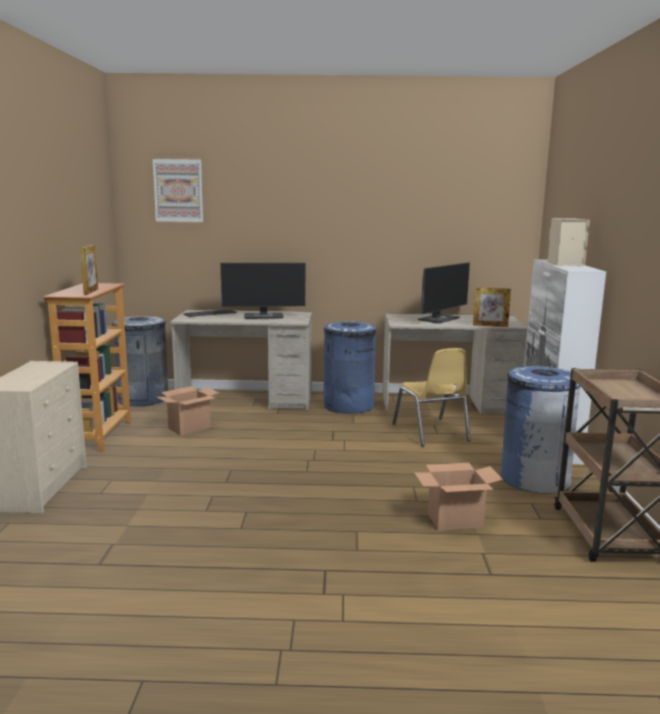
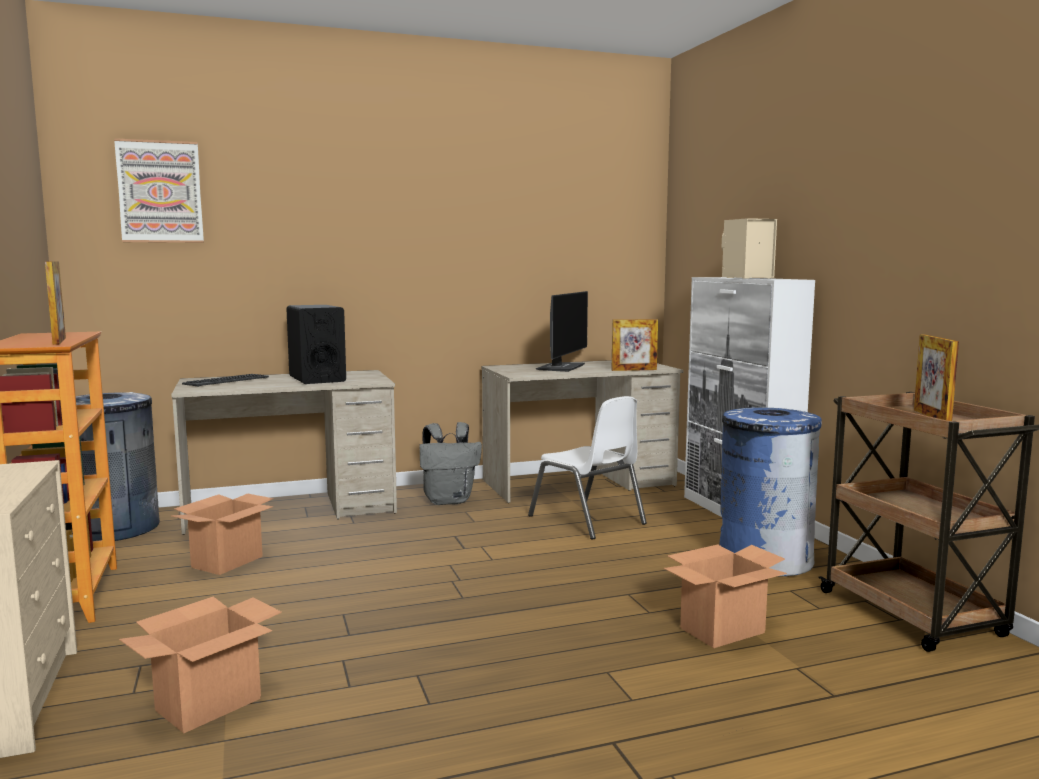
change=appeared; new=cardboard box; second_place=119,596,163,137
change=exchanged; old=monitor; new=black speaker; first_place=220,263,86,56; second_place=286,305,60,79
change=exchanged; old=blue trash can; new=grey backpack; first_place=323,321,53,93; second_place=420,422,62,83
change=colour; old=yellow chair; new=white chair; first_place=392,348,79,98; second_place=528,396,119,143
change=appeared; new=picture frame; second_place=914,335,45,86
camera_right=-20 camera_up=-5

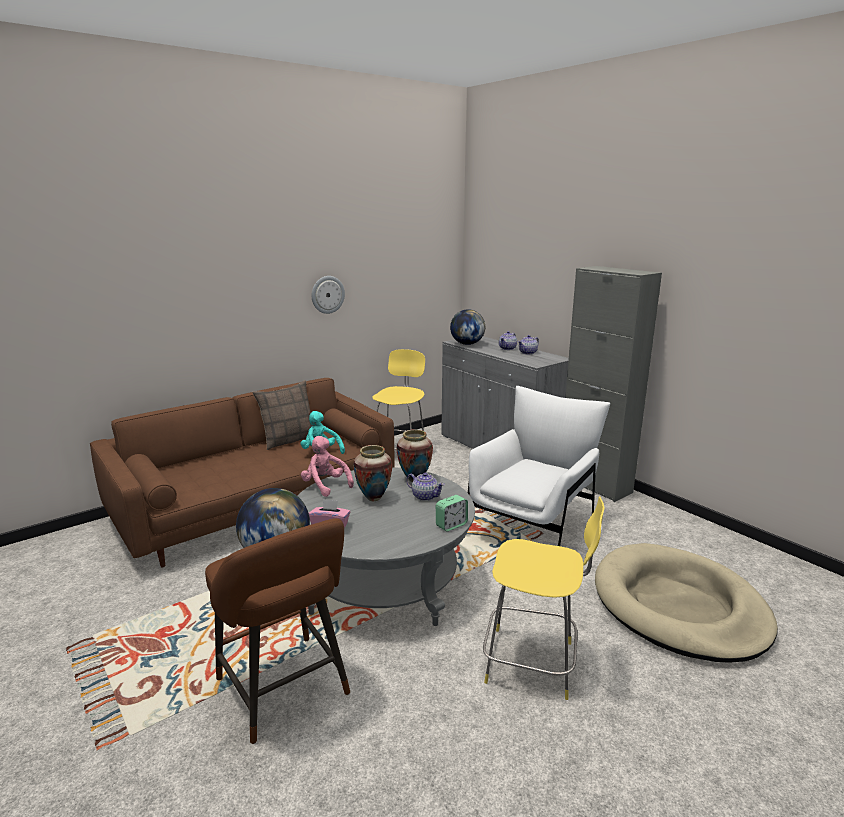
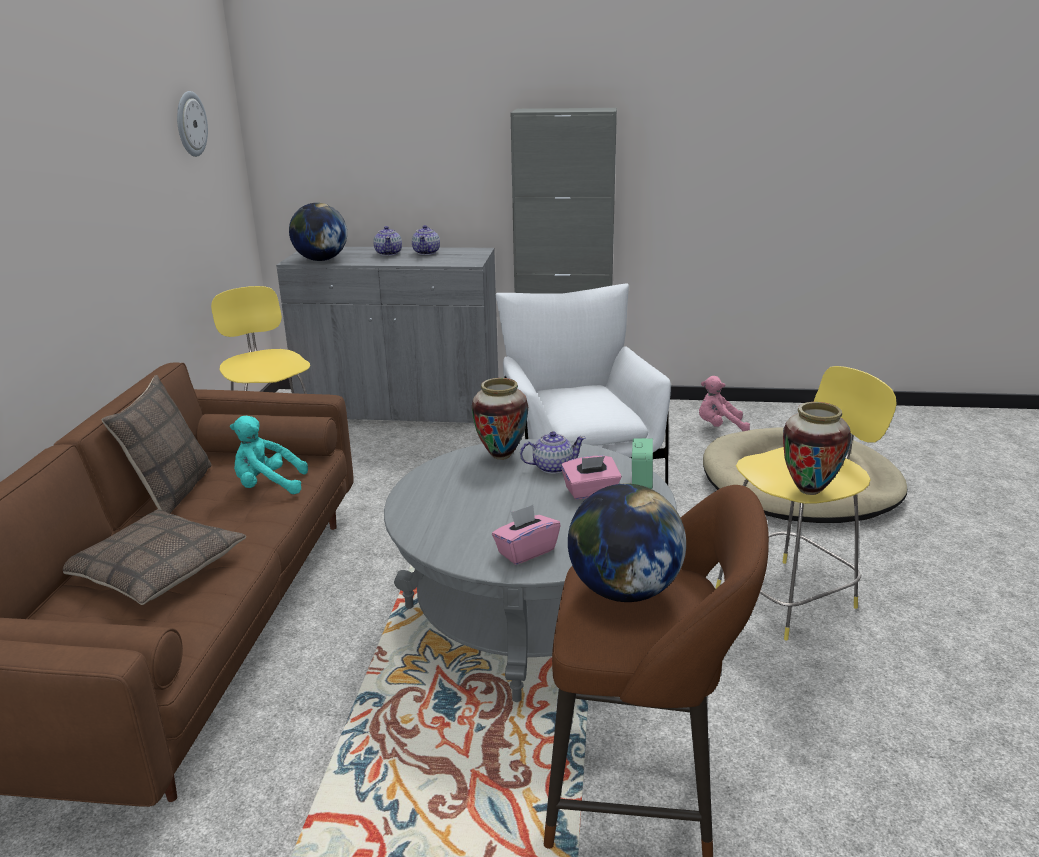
change=appeared; new=pillow; second_place=63,509,183,96
change=relocated; old=wall clock; first_place=312,276,33,38; second_place=177,91,31,66
change=appeared; new=pink tissue box; second_place=561,456,61,44
change=relocated; old=pink plush toy; first_place=301,436,53,61; second_place=699,376,51,55
change=relocated; old=vase; first_place=353,445,39,56; second_place=783,402,68,93
camera_right=-45 camera_up=5

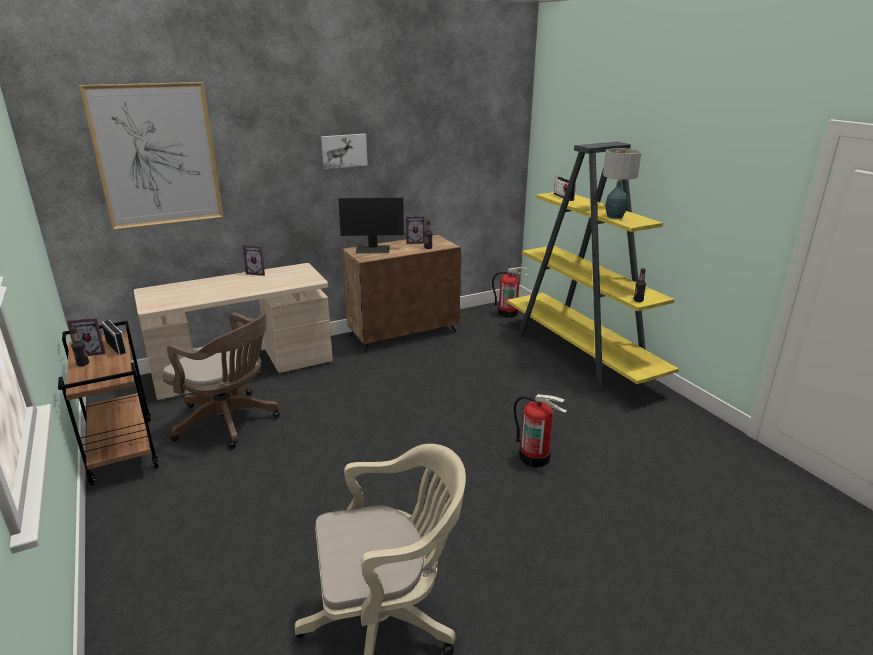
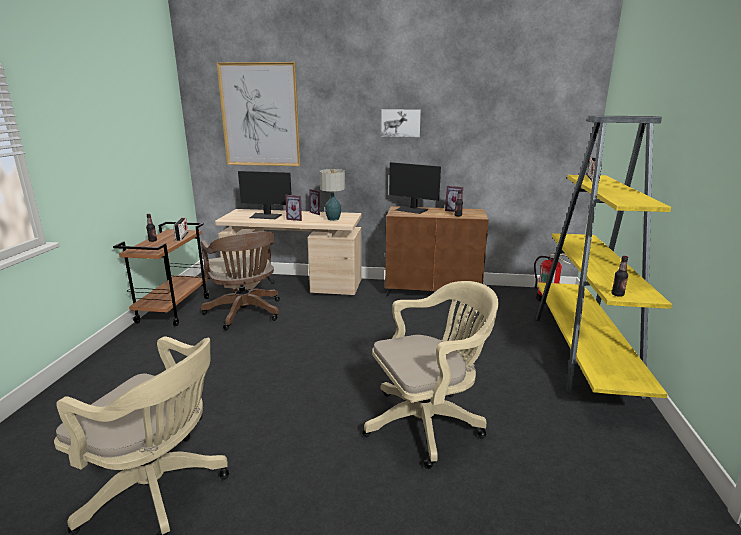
change=appeared; new=monitor; second_place=238,171,54,48
change=relocated; old=picture frame; first_place=67,318,39,38; second_place=285,195,17,26
change=relocated; old=table lamp; first_place=603,148,38,71; second_place=319,169,26,52
change=exchanged; old=fire extinguisher; new=beige office chair; first_place=514,394,53,73; second_place=362,281,136,188
camera_right=35 camera_up=-5

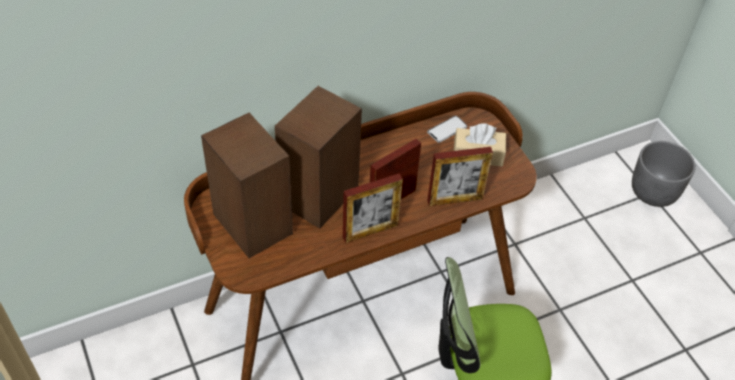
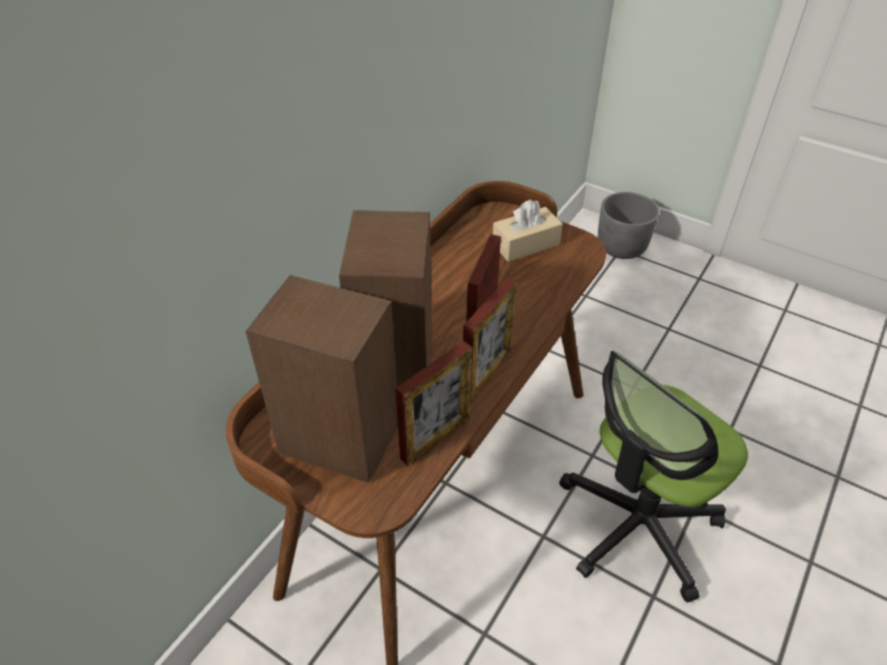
change=relocated; old=picture frame; first_place=427,147,66,59; second_place=395,341,78,125
change=missing; old=phone; first_place=427,116,41,27
camera_right=-30 camera_up=-5

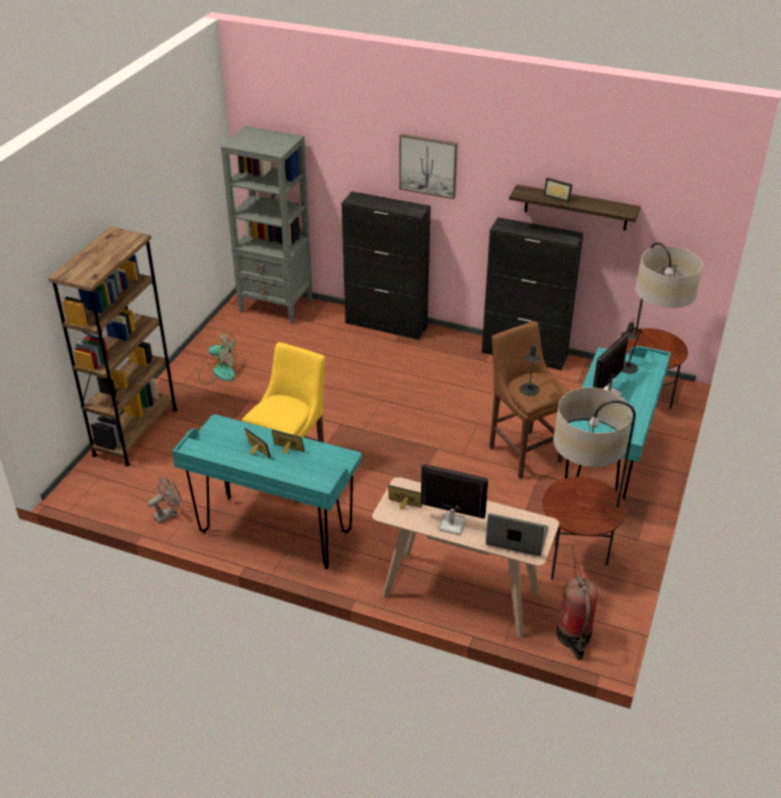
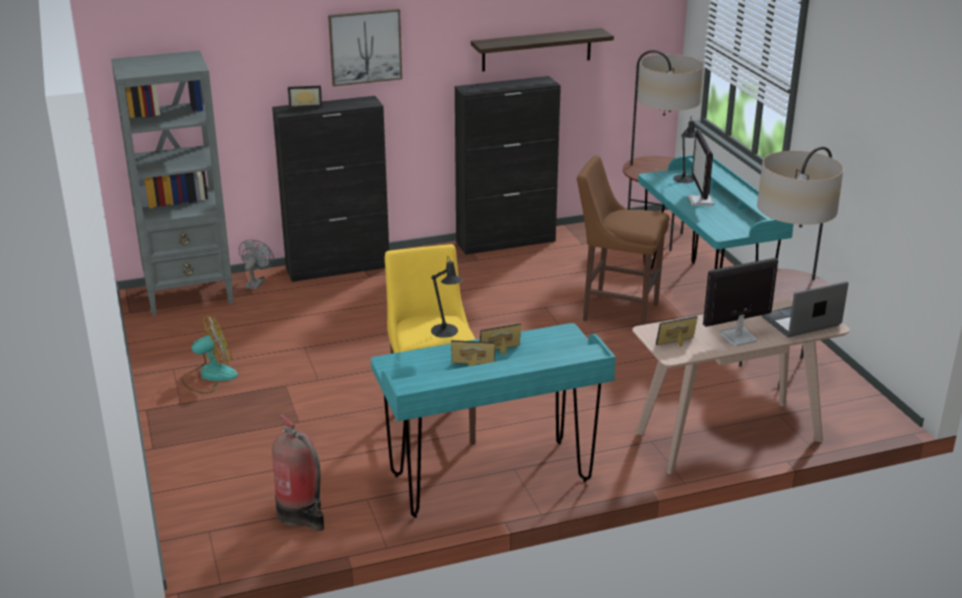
change=relocated; old=grey fan; first_place=148,477,33,46; second_place=239,239,35,50
change=relocated; old=fire extinguisher; first_place=556,565,42,95; second_place=272,414,52,117
change=relocated; old=picture frame; first_place=543,178,29,25; second_place=288,85,34,24
change=relocated; old=black table lamp; first_place=519,344,21,52; second_place=431,256,32,82
change=missing; old=brown bookcase; first_place=48,227,130,240
camera_right=-40 camera_up=-10

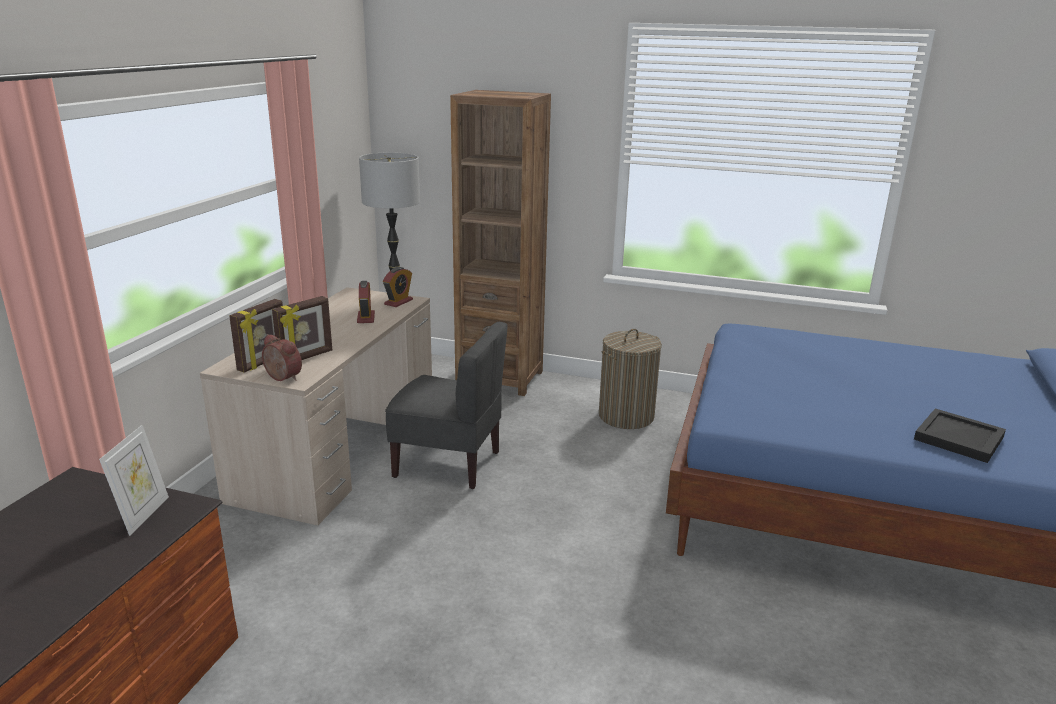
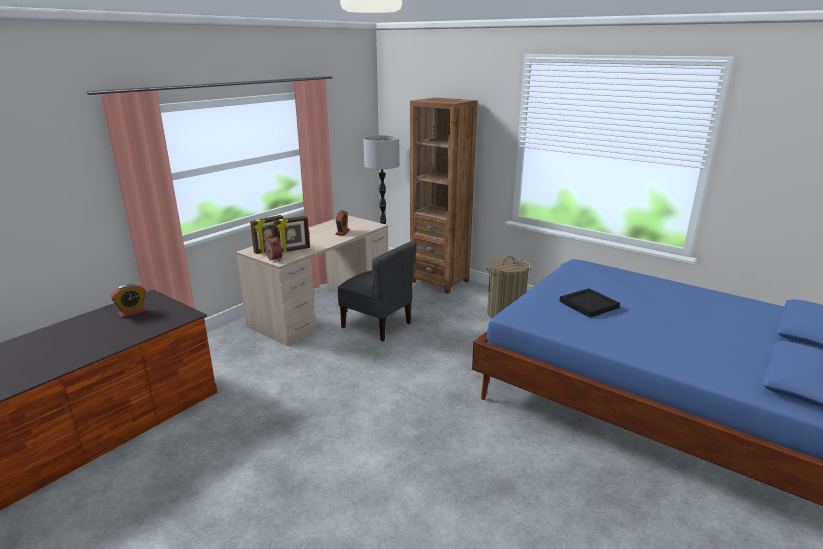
change=relocated; old=alarm clock; first_place=383,267,30,40; second_place=110,284,37,34
change=relocated; old=black tray; first_place=914,408,92,55; second_place=559,288,61,30
change=missing; old=picture frame; first_place=99,425,70,111
camera_right=20 camera_up=0

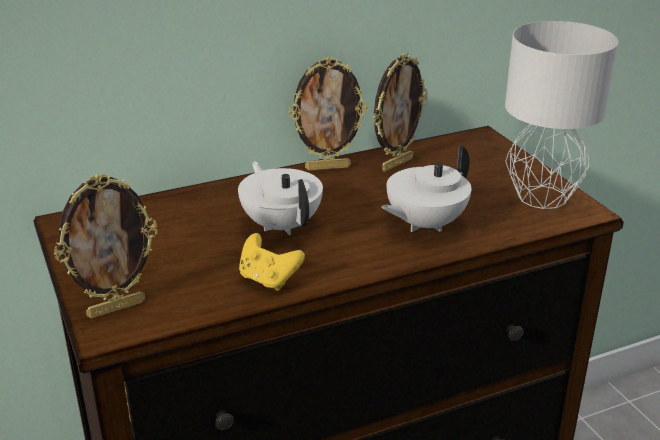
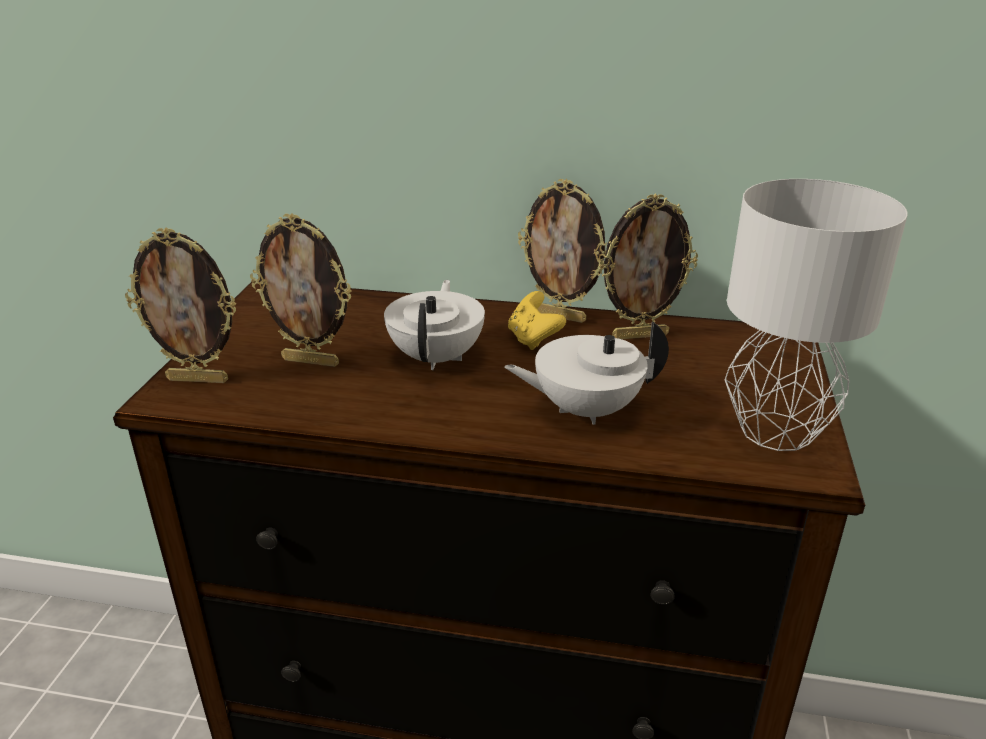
change=appeared; new=picture frame; second_place=250,213,102,154
change=relocated; old=yellow game controller; first_place=239,233,66,58; second_place=508,291,58,59
camera_right=35 camera_up=0

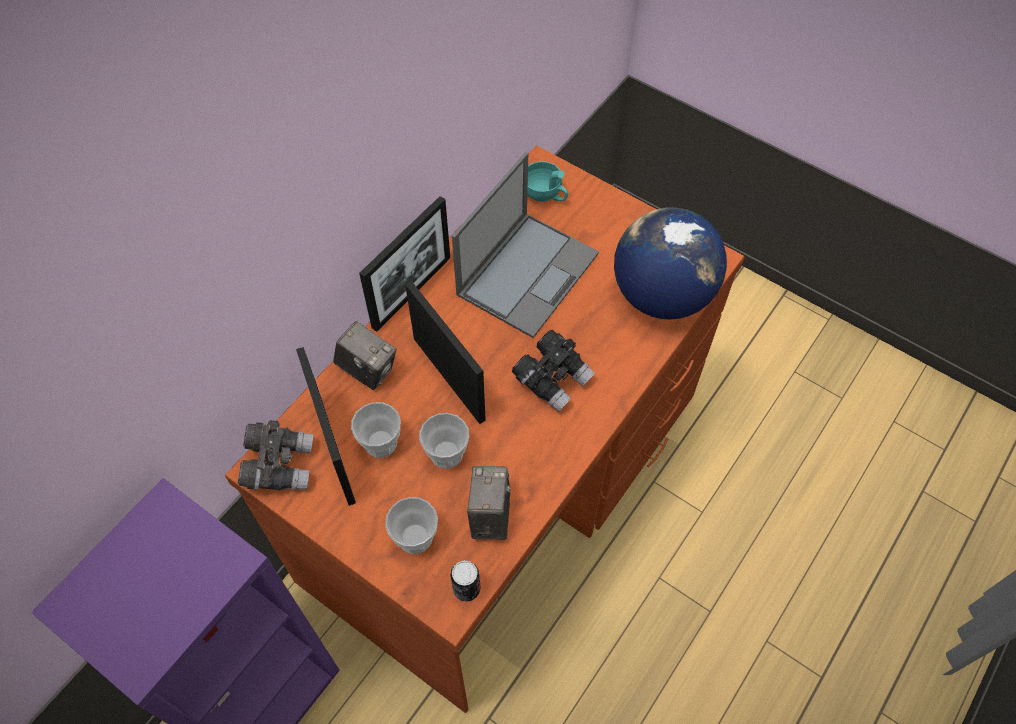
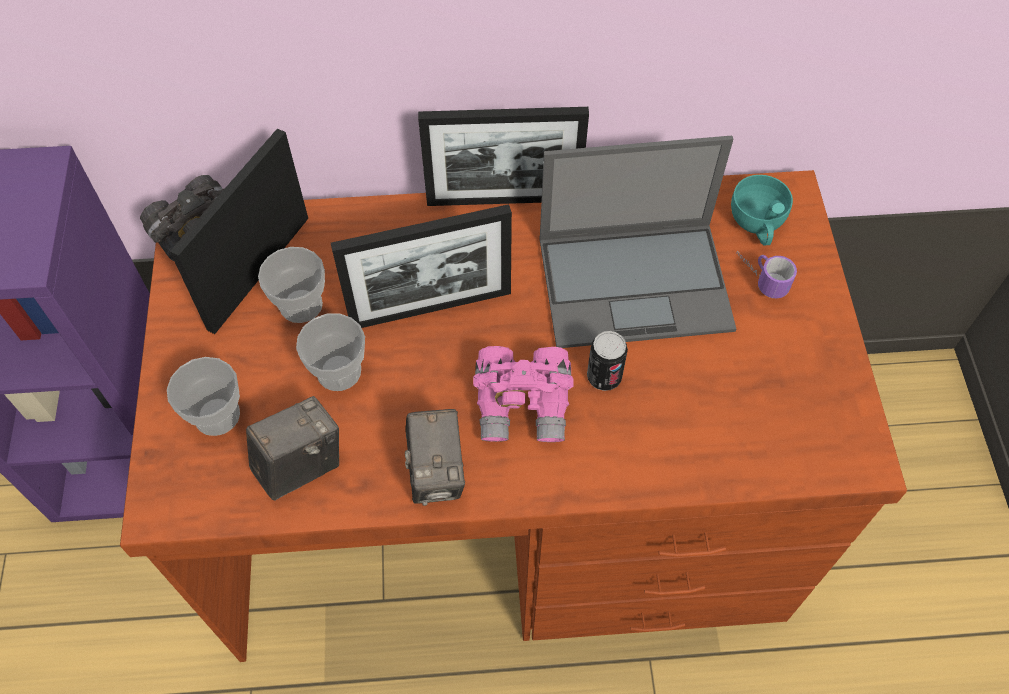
change=spun; old=picture frame; first_place=405,281,81,143; second_place=331,204,181,124; degrees=60
change=relocated; old=photo camera; first_place=333,321,64,69; second_place=405,409,60,97
change=colour; old=black binoculars; new=pink binoculars; first_place=512,330,83,82; second_place=473,346,100,96
change=relocated; old=can; first_place=450,560,31,42; second_place=587,331,41,60
change=appeared; new=mug; second_place=736,251,61,47
change=missing; old=globe; first_place=614,207,113,113
camera_right=50 camera_up=0

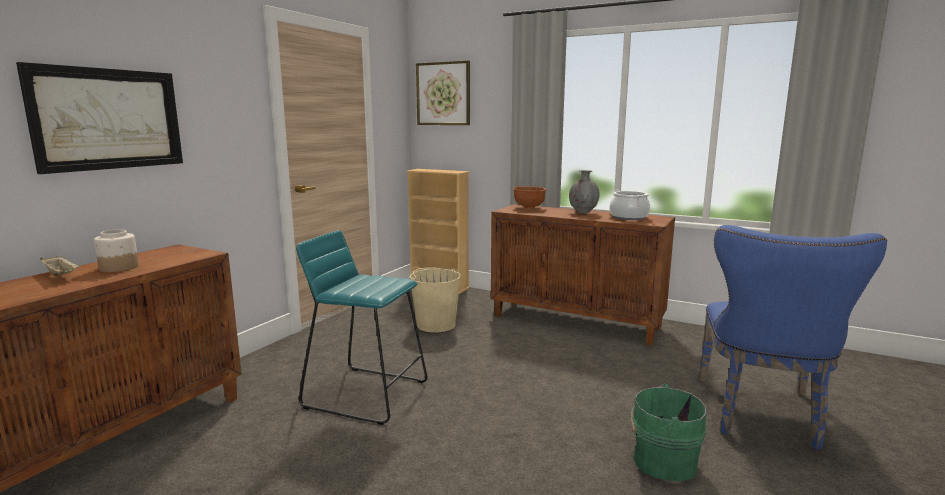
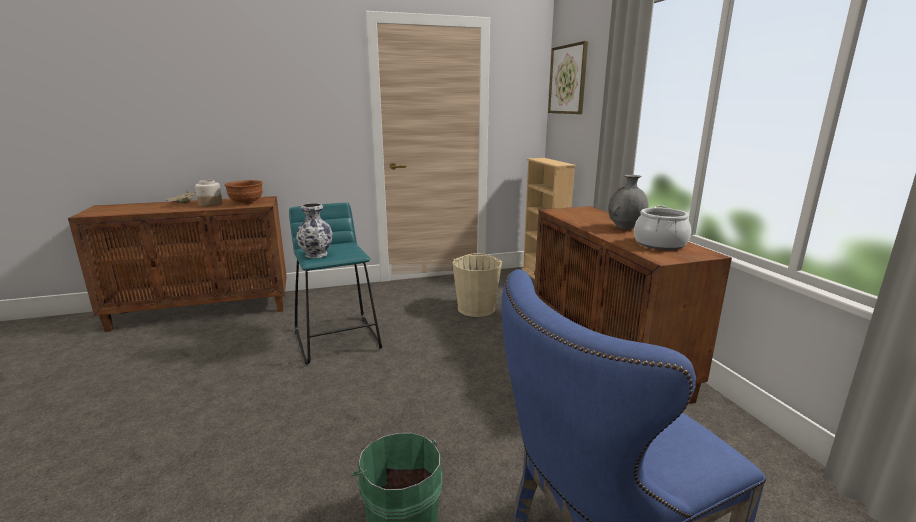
change=relocated; old=brown bowl; first_place=513,186,34,23; second_place=224,180,39,25
change=appeared; new=vase; second_place=296,203,37,55
change=missing; old=picture; first_place=16,62,167,112
camera_right=45 camera_up=5

